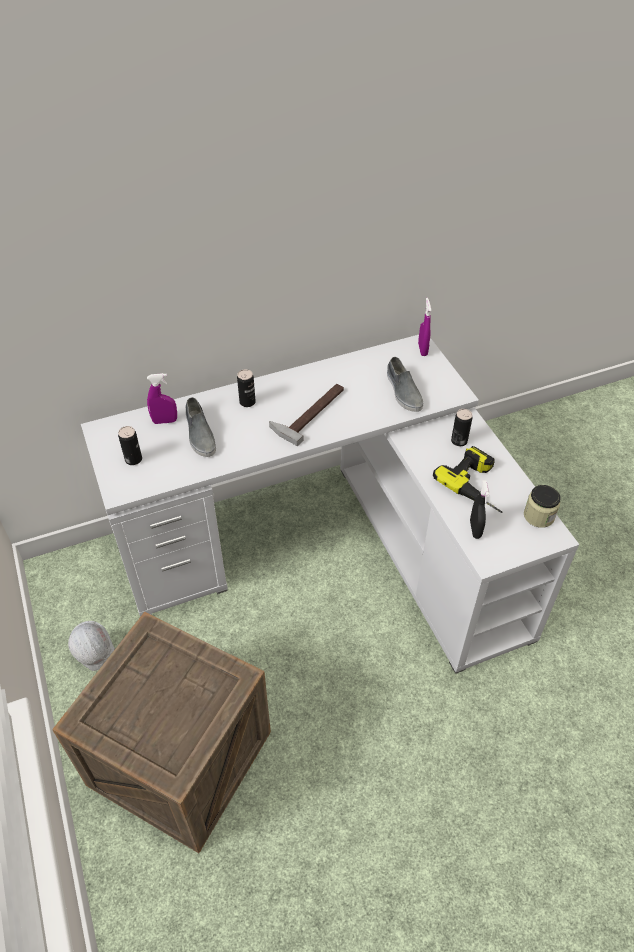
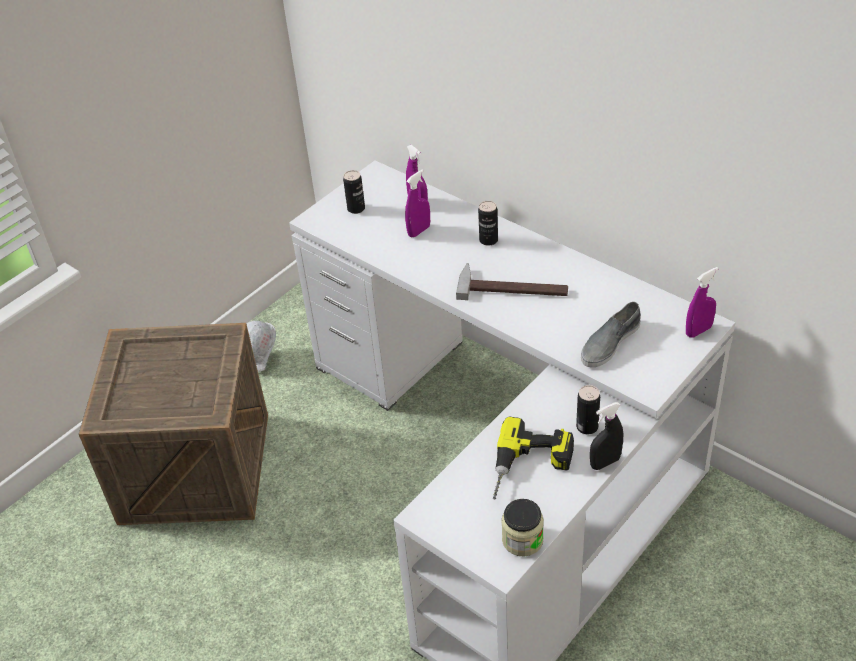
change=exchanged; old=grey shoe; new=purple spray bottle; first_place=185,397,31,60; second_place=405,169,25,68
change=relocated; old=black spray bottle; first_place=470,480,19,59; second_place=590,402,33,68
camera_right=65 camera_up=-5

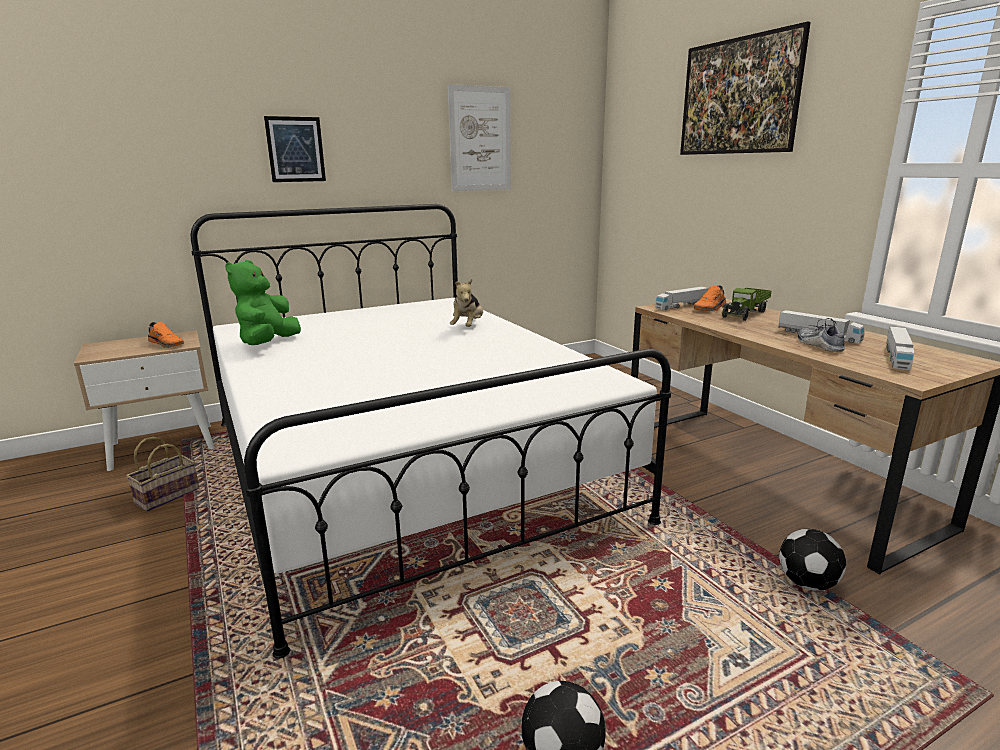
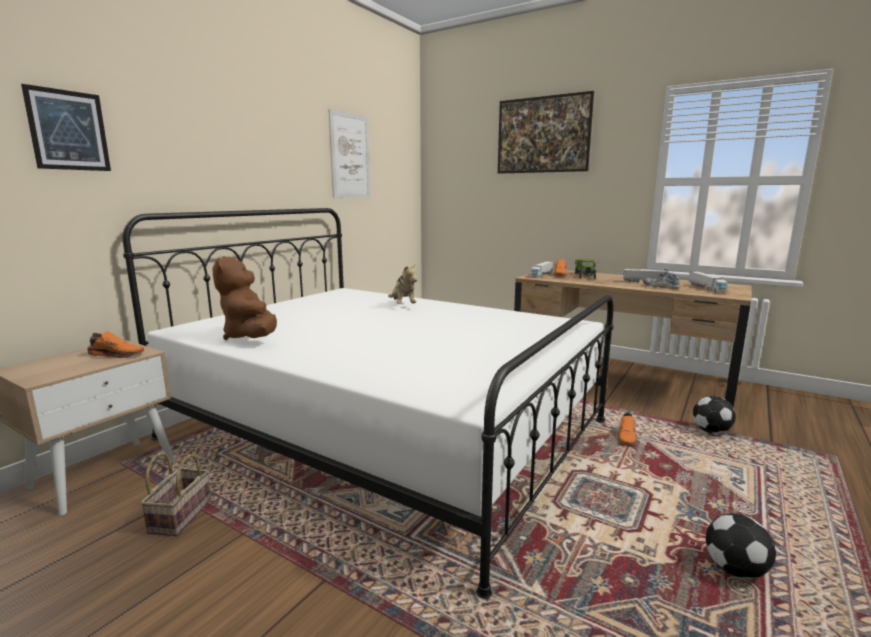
change=relocated; old=picture; first_place=264,116,62,66; second_place=21,84,90,87
change=colour; old=green plush toy; new=brown plush toy; first_place=225,260,76,85; second_place=213,256,64,84
change=appeared; new=orange shoe; second_place=618,413,20,32
camera_right=-30 camera_up=-5

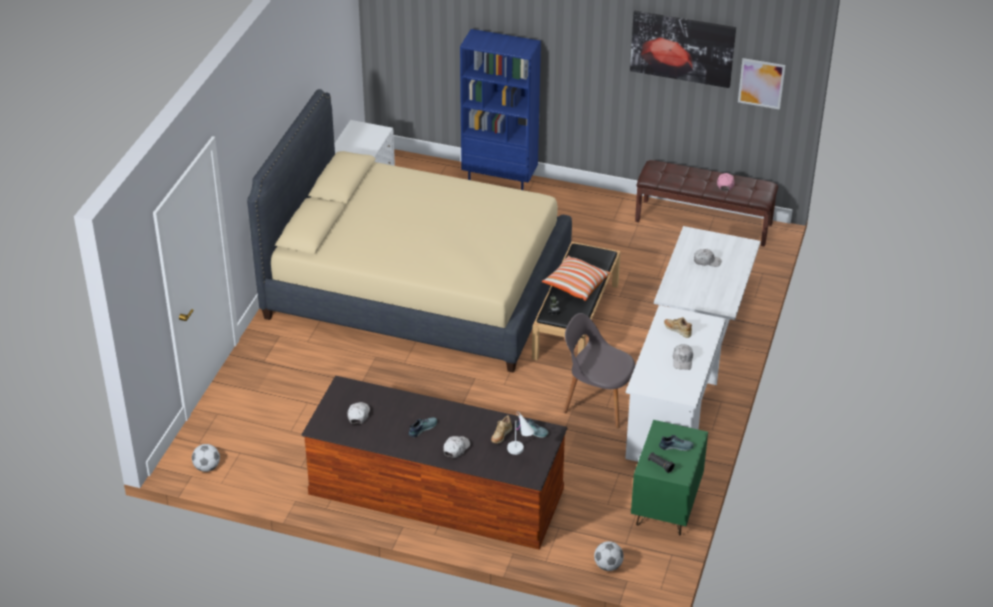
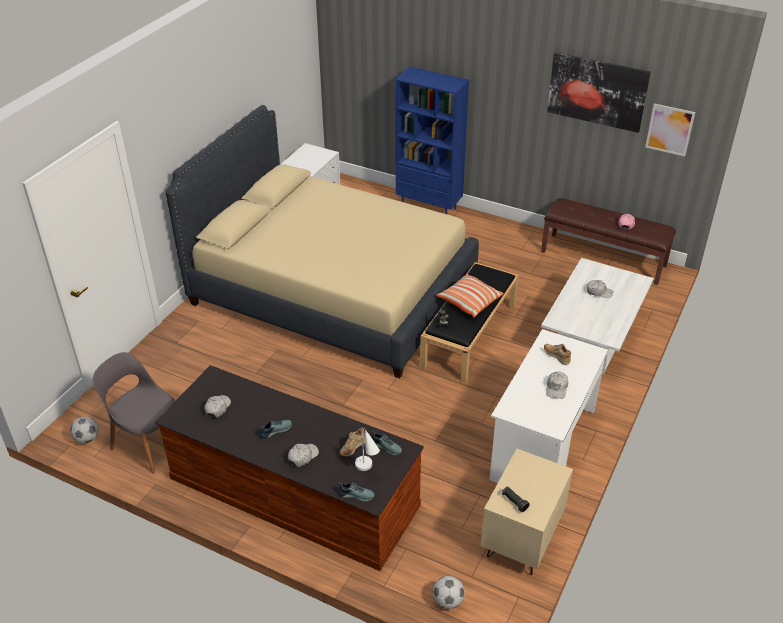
change=relocated; old=grey chair; first_place=564,313,71,115; second_place=93,352,82,121
change=relocated; old=shoe; first_place=659,435,35,16; second_place=337,482,38,19
change=colour; old=green nightstand; new=beige nightstand; first_place=631,420,77,115; second_place=481,449,92,126
camera_right=10 camera_up=0

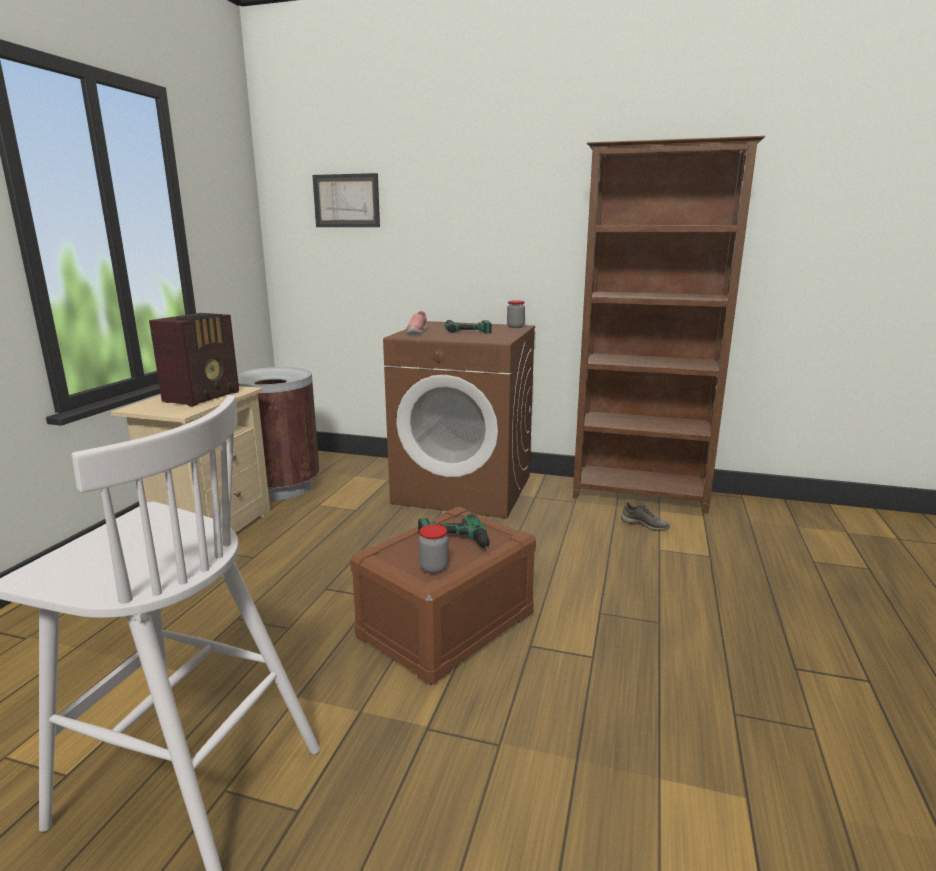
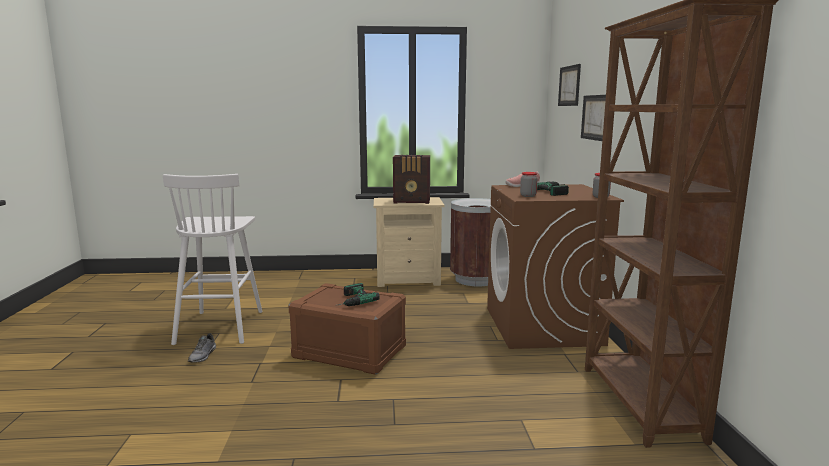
change=relocated; old=grey shoe; first_place=621,502,49,28; second_place=188,333,28,30
change=relocated; old=jar; first_place=419,525,29,48; second_place=520,172,18,25
change=appeared; new=picture; second_place=581,95,25,46
camera_right=70 camera_up=-5

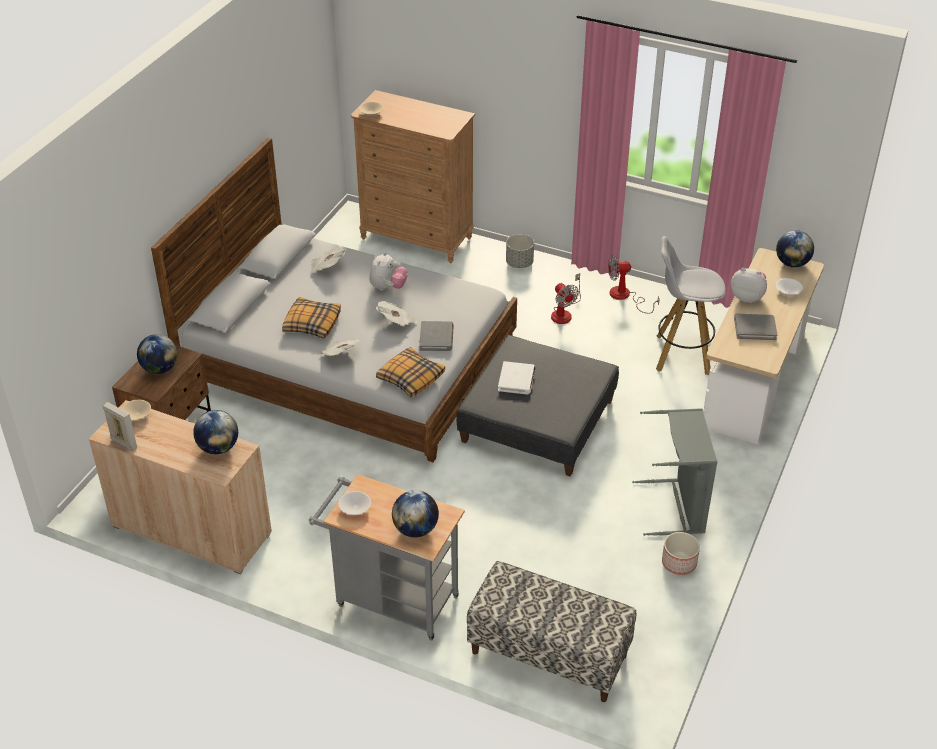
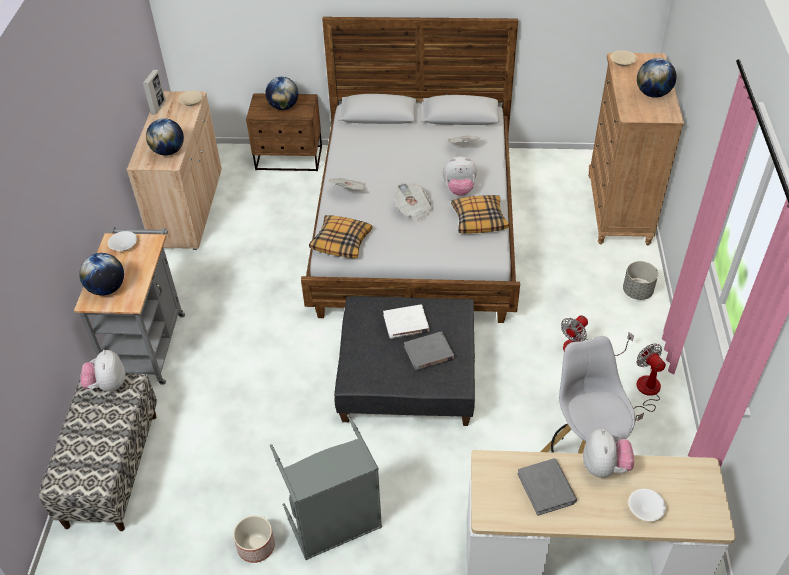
change=appeared; new=plush toy; second_place=80,350,46,41
change=relocated; old=grey book; first_place=419,321,35,30; second_place=404,331,51,40
change=relocated; old=pillow; first_place=282,297,59,42; second_place=451,195,58,39
change=relocated; old=globe; first_place=776,230,38,37; second_place=637,58,40,40
camera_right=70 camera_up=5

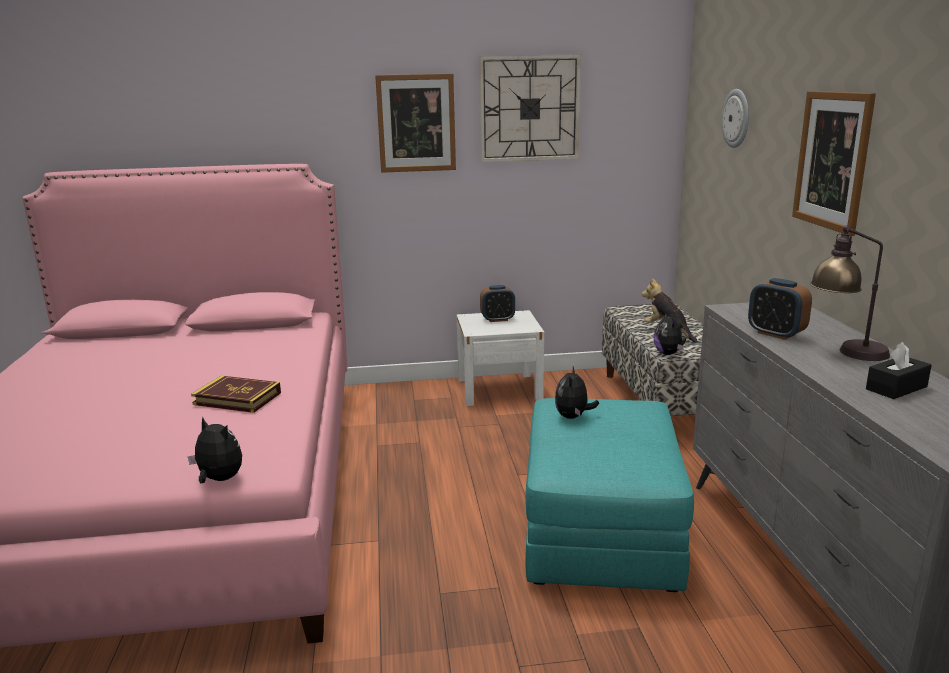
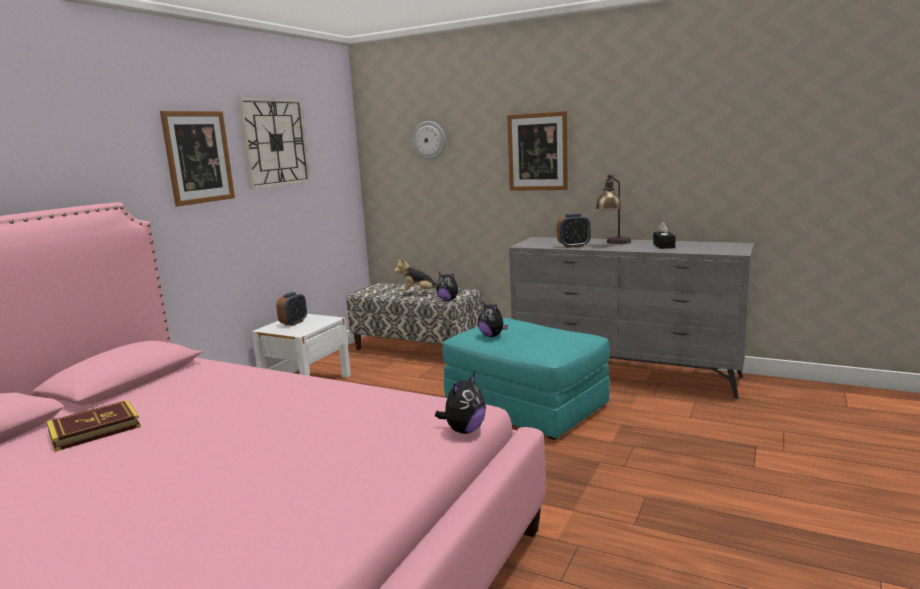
change=relocated; old=book; first_place=191,376,90,37; second_place=47,400,94,52
change=spun; old=plush toy; first_place=188,417,54,66; second_place=435,373,51,61; degrees=150
camera_right=-55 camera_up=-5

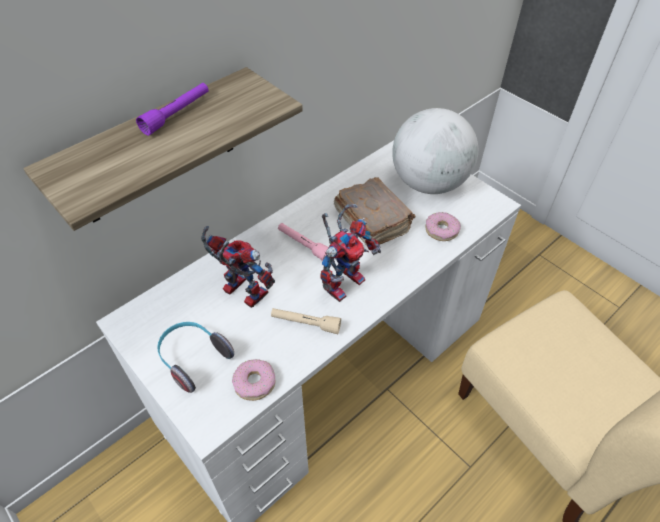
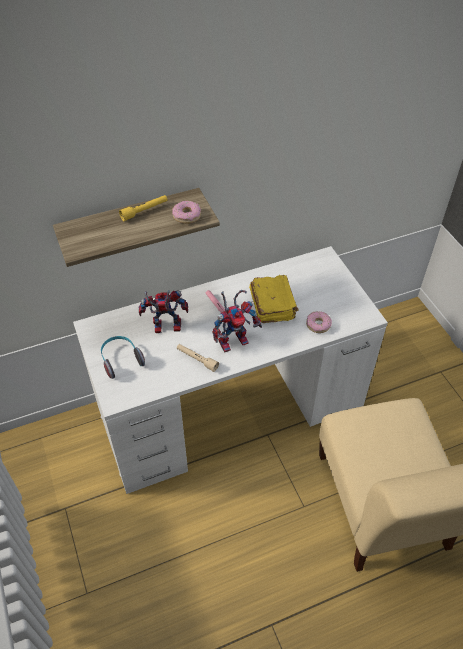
change=colour; old=purple flashlight; new=yellow flashlight; first_place=136,83,73,53; second_place=119,195,49,26
change=spun; old=toy robot; first_place=201,226,74,82; second_place=139,290,49,43; degrees=-60
change=relocated; old=donut; first_place=232,359,44,42; second_place=172,201,29,23
change=colour; old=brown book; new=yellow book; first_place=334,177,82,68; second_place=249,275,49,48
change=missing; old=globe; first_place=392,108,86,86
camera_right=20 camera_up=0

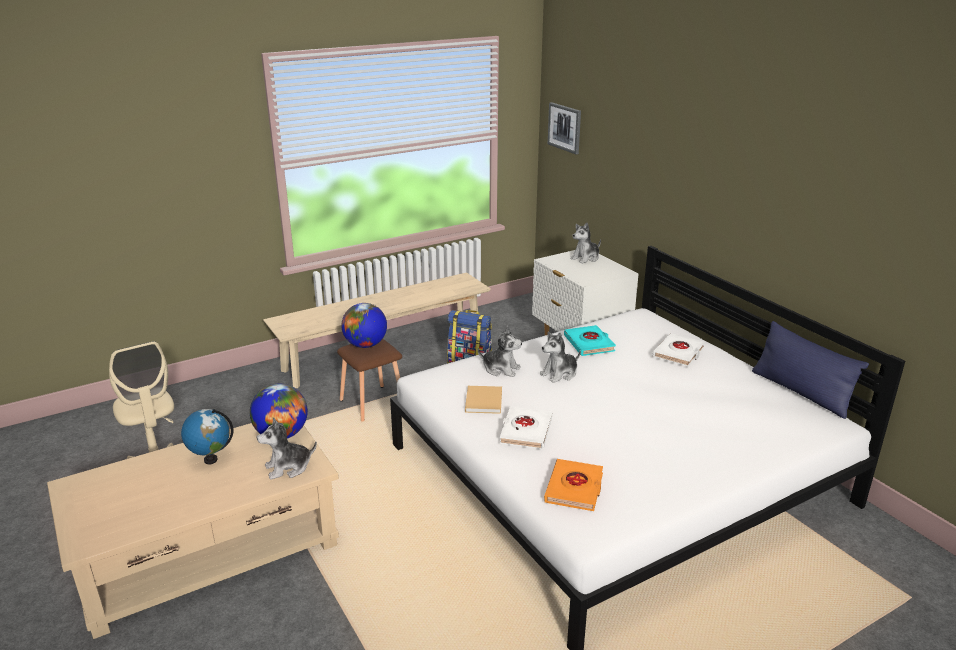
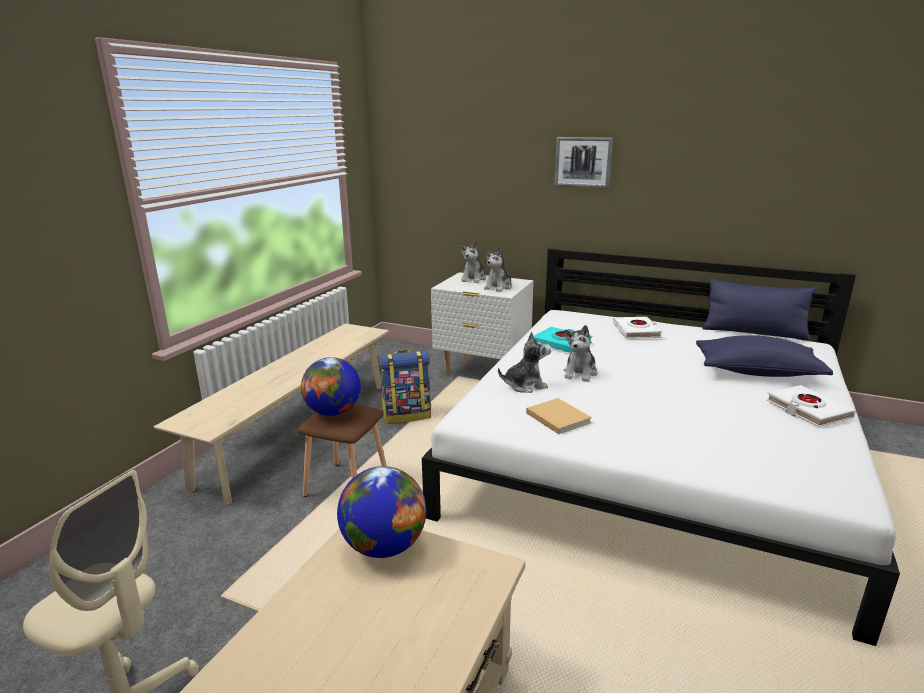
change=relocated; old=plush toy; first_place=257,417,60,63; second_place=484,248,28,44
change=relocated; old=picture; first_place=548,102,33,52; second_place=554,137,59,52
change=appeared; new=blue pillow; second_place=696,335,137,42
change=relocated; old=white book; first_place=499,406,53,43; second_place=766,385,90,42
change=missing; old=globe; first_place=181,409,53,55
change=missing; old=orange book; first_place=544,459,59,52
camera_right=-35 camera_up=-5

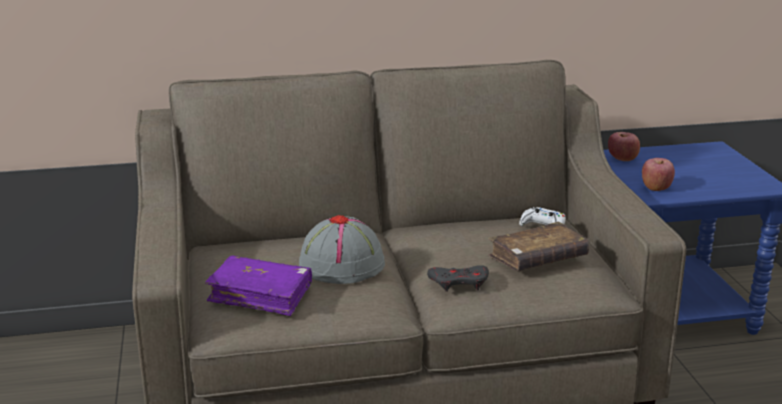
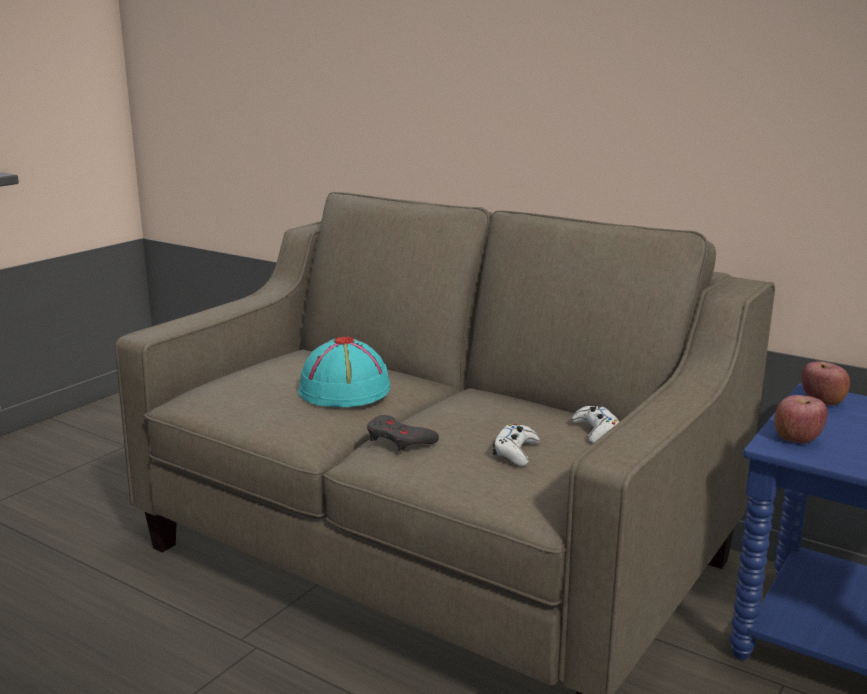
change=colour; old=grey hat; new=turquoise hat; first_place=299,215,86,69; second_place=298,337,92,70
change=exchanged; old=brown book; new=white game controller; first_place=488,222,101,49; second_place=493,423,47,43
change=missing; old=purple book; first_place=205,256,107,60
camera_right=45 camera_up=-5

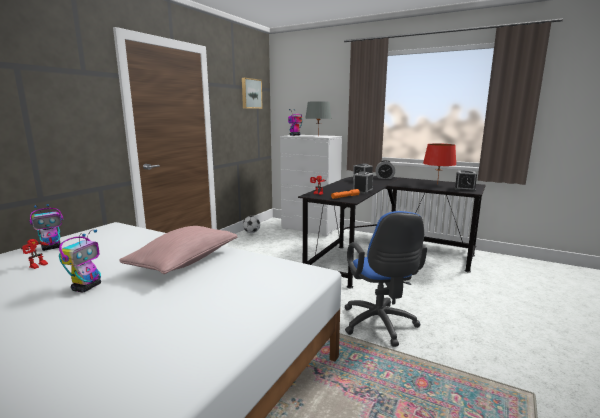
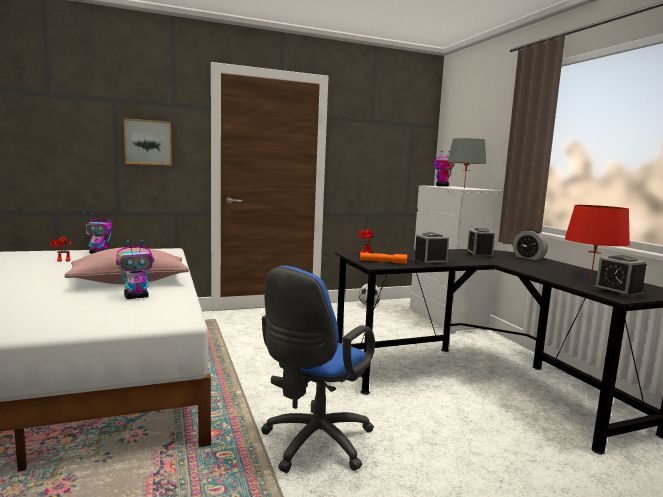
change=relocated; old=toy robot; first_place=59,230,42,62; second_place=116,240,38,59
change=relocated; old=picture; first_place=242,78,21,31; second_place=124,118,48,48
camera_right=40 camera_up=-5

